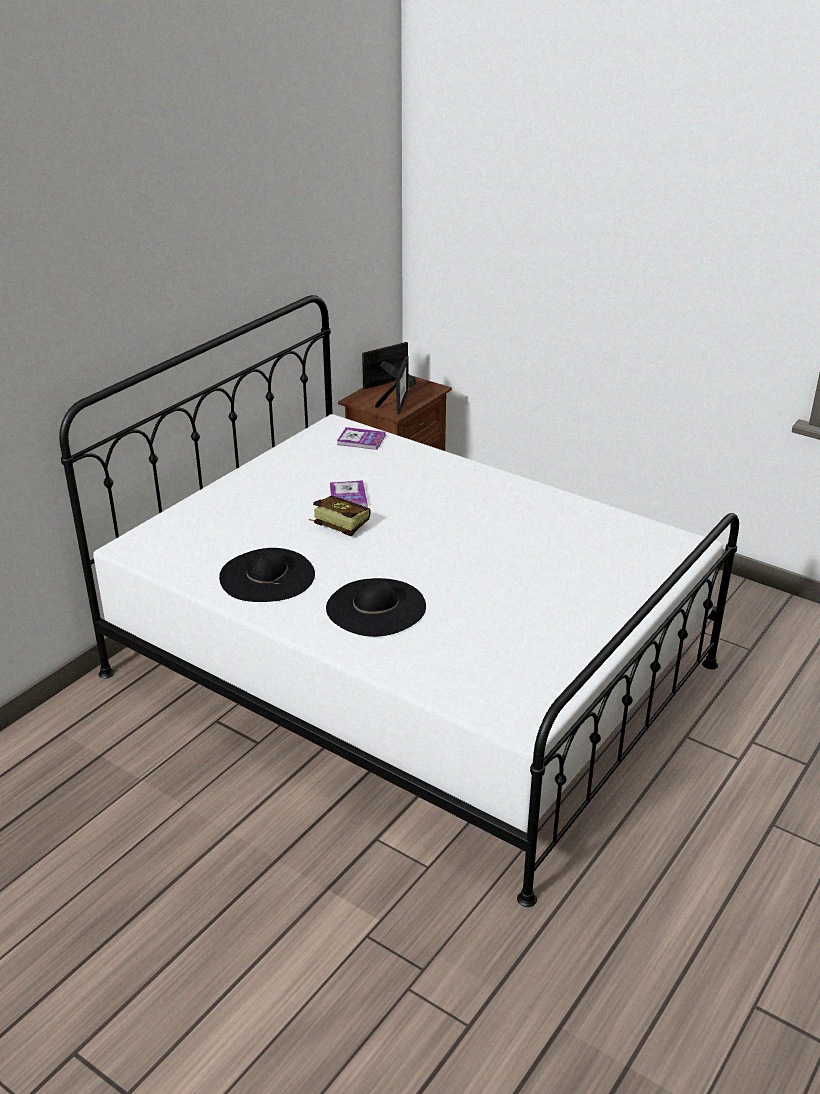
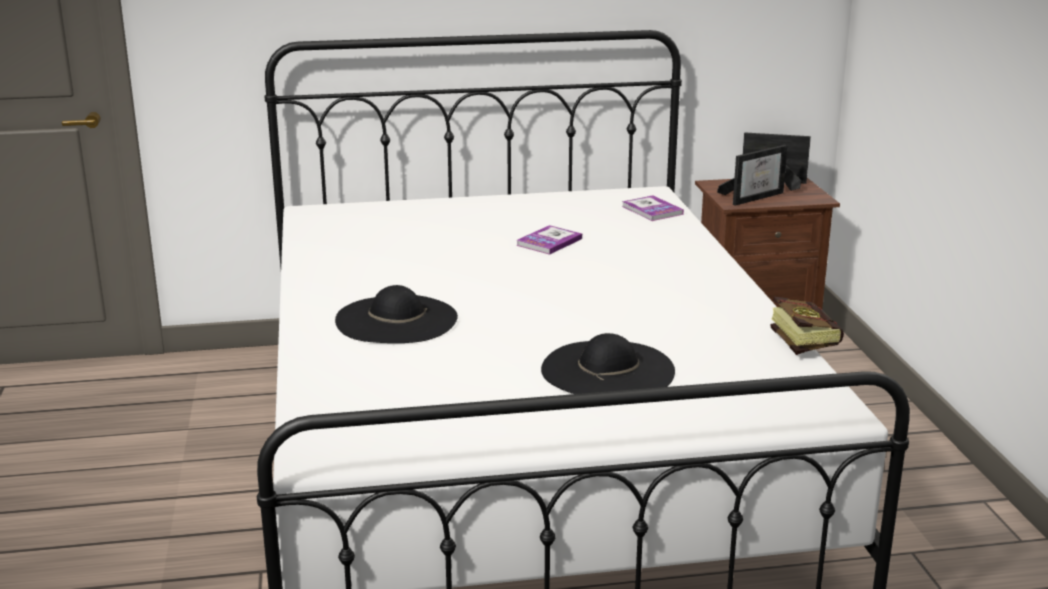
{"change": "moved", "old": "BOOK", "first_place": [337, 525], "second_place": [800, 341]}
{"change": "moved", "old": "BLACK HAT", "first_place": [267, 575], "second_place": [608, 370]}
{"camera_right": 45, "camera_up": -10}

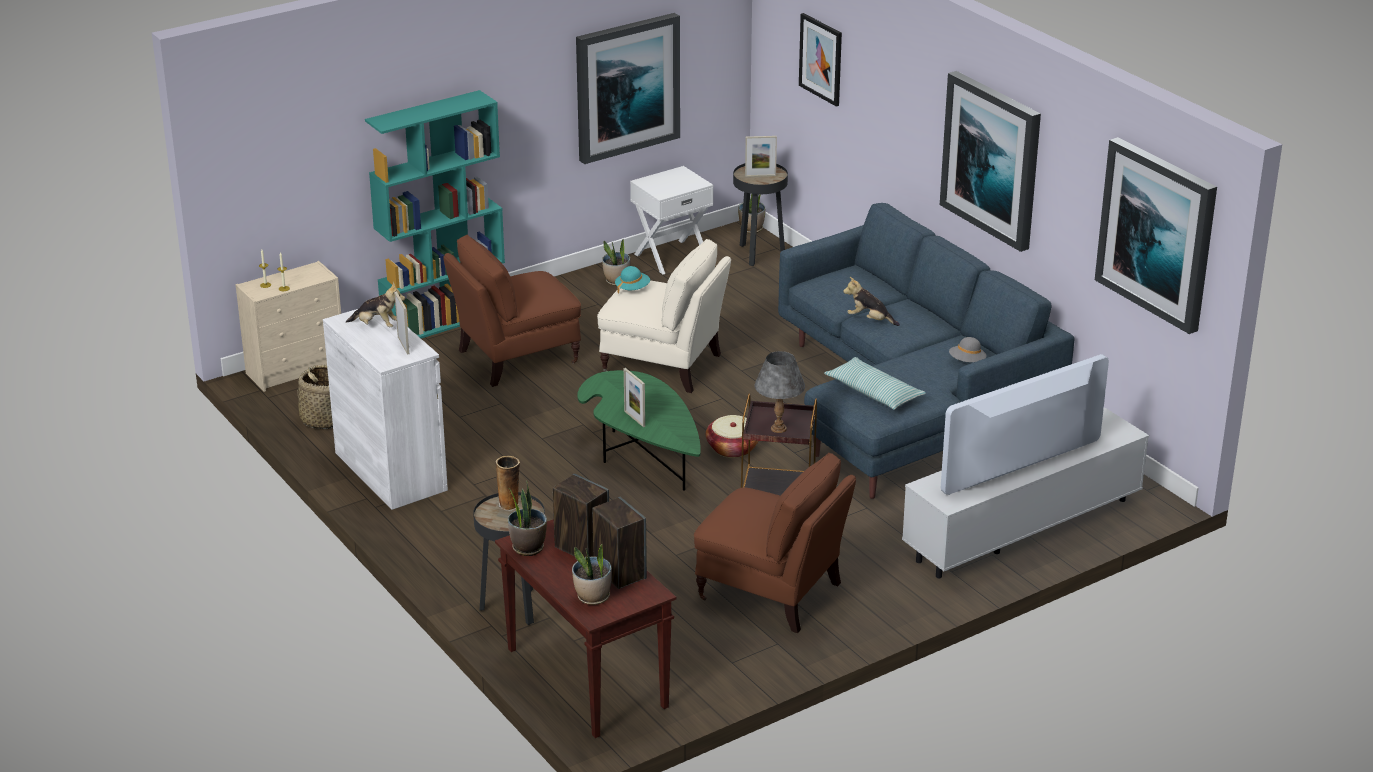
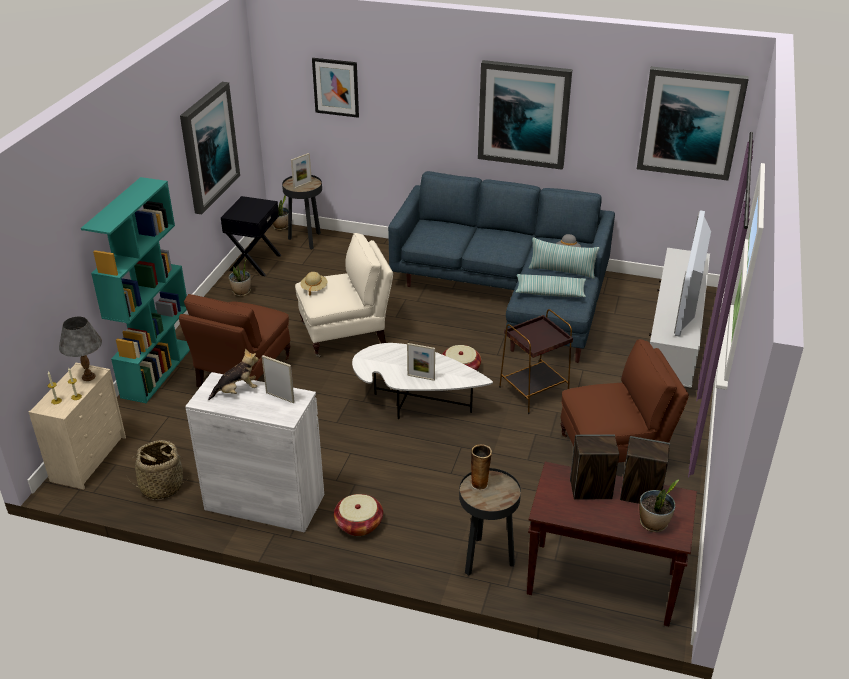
{"change": "recoloured", "old": "WHITE NIGHTSTAND", "new": "BLACK NIGHTSTAND", "first_place": [671, 256], "second_place": [255, 262]}
{"change": "recoloured", "old": "TURQUOISE HAT", "new": "BEIGE HAT", "first_place": [632, 288], "second_place": [314, 288]}
{"change": "removed", "old": "PLUSH TOY", "first_place": [869, 320]}
{"change": "moved", "old": "GREY TABLE LAMP", "first_place": [778, 428], "second_place": [88, 377]}
{"change": "recoloured", "old": "GREEN COFFEE TABLE", "new": "WHITE COFFEE TABLE", "first_place": [642, 454], "second_place": [414, 401]}
{"change": "removed", "old": "POTTED PLANT", "first_place": [528, 547]}
{"change": "added", "new": "PILLOW", "second_place": [562, 271]}
{"change": "added", "new": "BASKET", "second_place": [359, 524]}
{"camera_right": -40, "camera_up": 5}

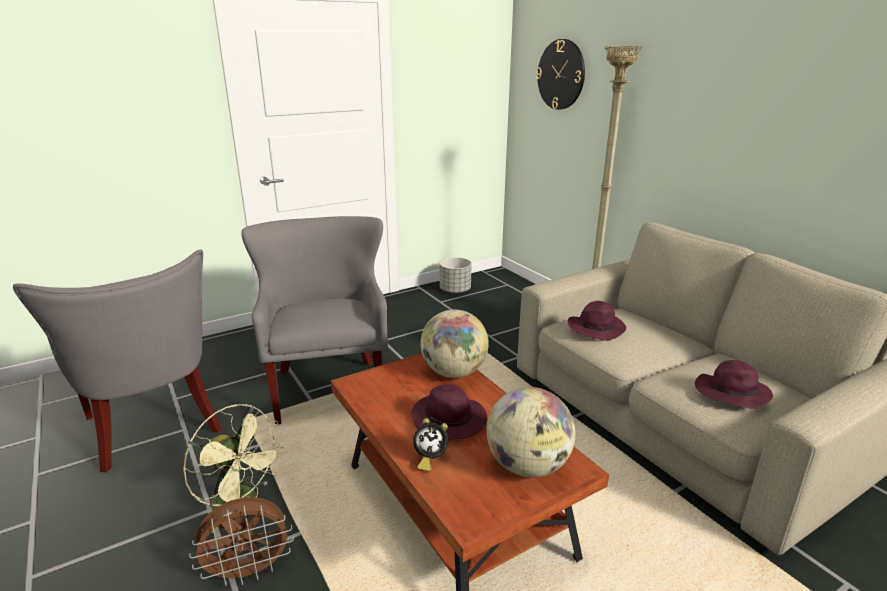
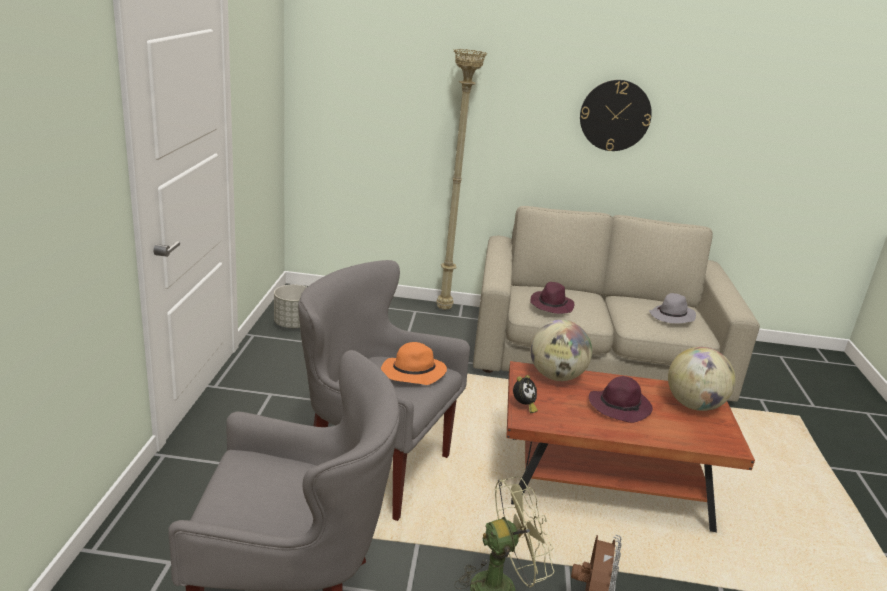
{"change": "moved", "old": "WALL CLOCK", "first_place": [561, 74], "second_place": [615, 115]}
{"change": "recoloured", "old": "PURPLE HAT", "new": "GREY HAT", "first_place": [730, 394], "second_place": [672, 317]}
{"change": "moved", "old": "ALARM CLOCK", "first_place": [429, 459], "second_place": [523, 406]}
{"change": "added", "new": "ORANGE HAT", "second_place": [412, 373]}
{"camera_right": -55, "camera_up": 0}

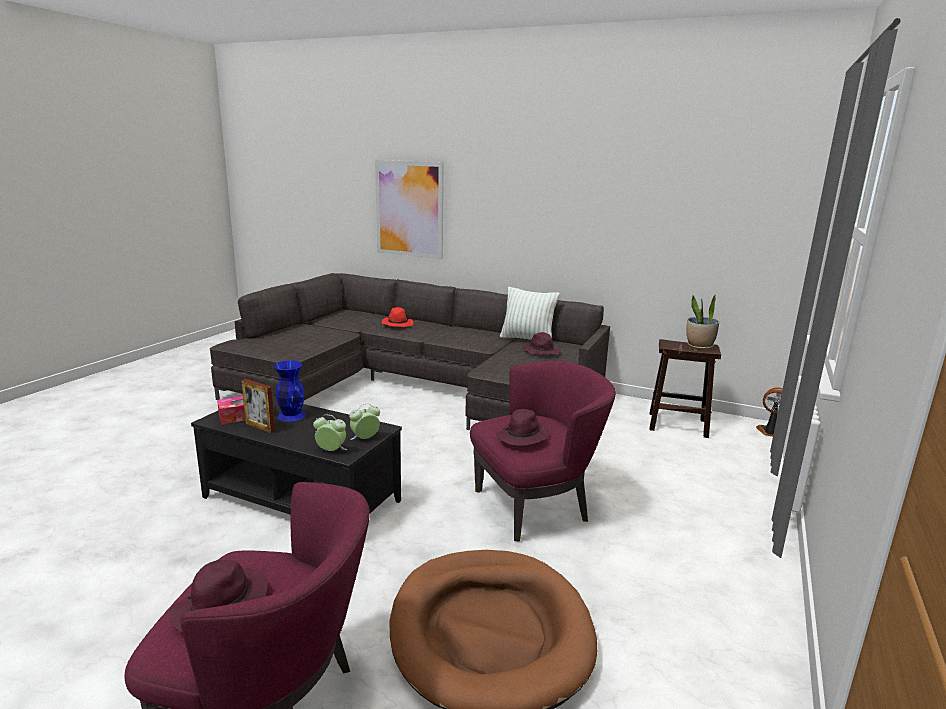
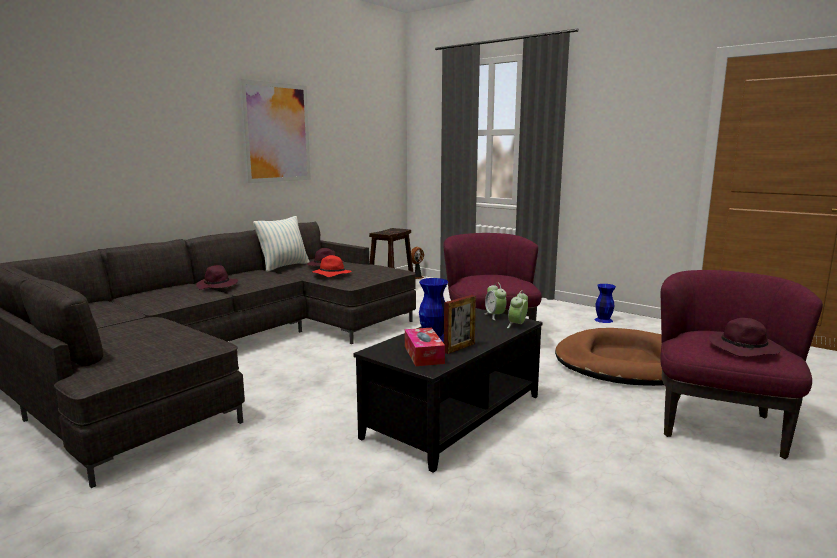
{"change": "moved", "old": "PICTURE", "first_place": [409, 209], "second_place": [276, 133]}
{"change": "removed", "old": "POTTED PLANT", "first_place": [699, 346]}
{"change": "moved", "old": "RED HAT", "first_place": [397, 324], "second_place": [331, 274]}
{"change": "moved", "old": "PURPLE HAT", "first_place": [523, 437], "second_place": [217, 286]}
{"change": "added", "new": "BLUE VASE", "second_place": [603, 320]}
{"camera_right": -75, "camera_up": -5}

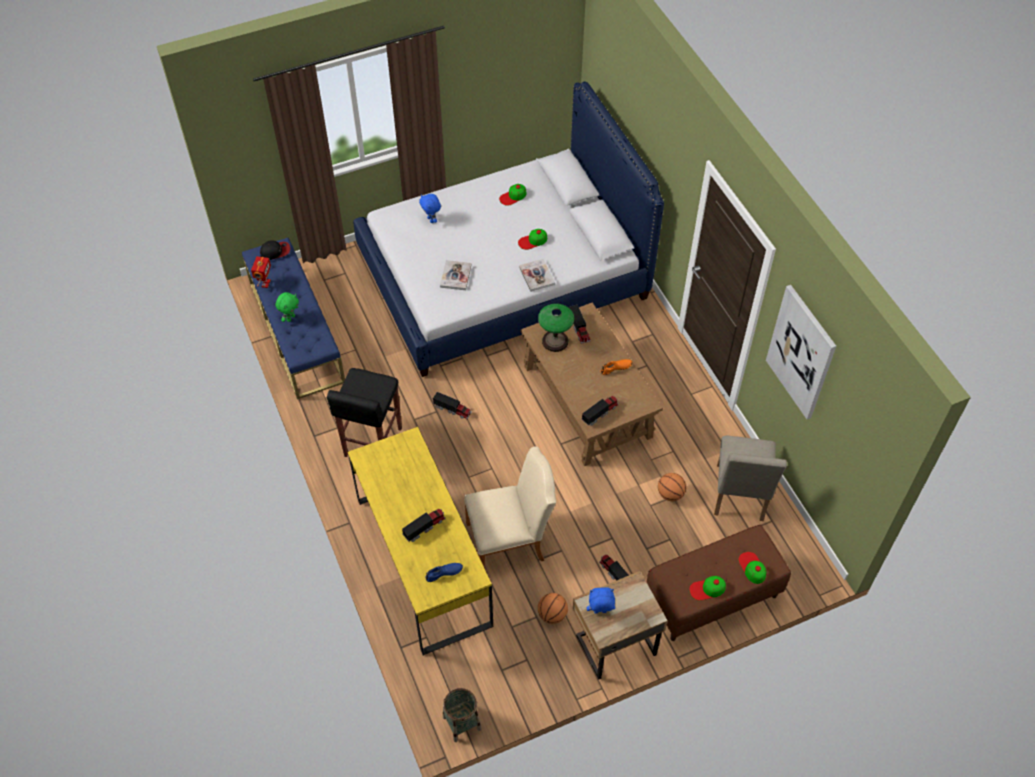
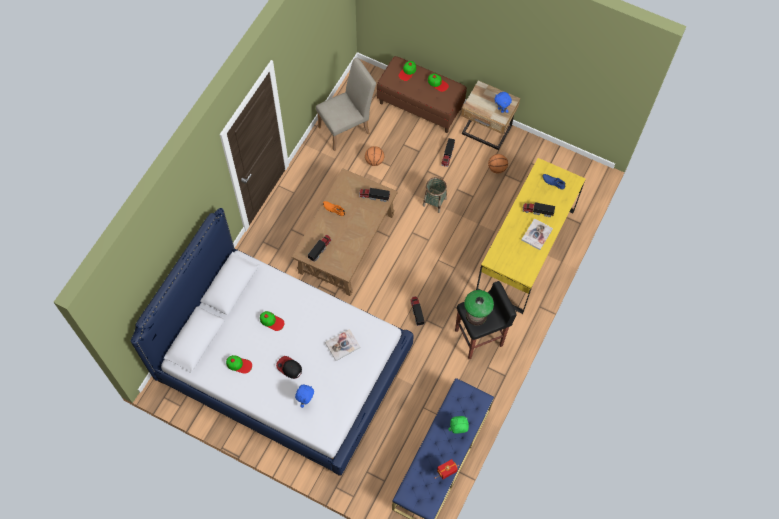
{"change": "moved", "old": "CAP", "first_place": [275, 251], "second_place": [289, 368]}
{"change": "moved", "old": "BOOK", "first_place": [537, 276], "second_place": [537, 234]}
{"change": "removed", "old": "PICTURE", "first_place": [801, 352]}
{"change": "moved", "old": "TABLE LAMP", "first_place": [555, 341], "second_place": [476, 315]}
{"change": "removed", "old": "BEIGE CHAIR", "first_place": [511, 540]}
{"change": "moved", "old": "BASKET", "first_place": [462, 723], "second_place": [434, 202]}
{"camera_right": -130, "camera_up": 10}

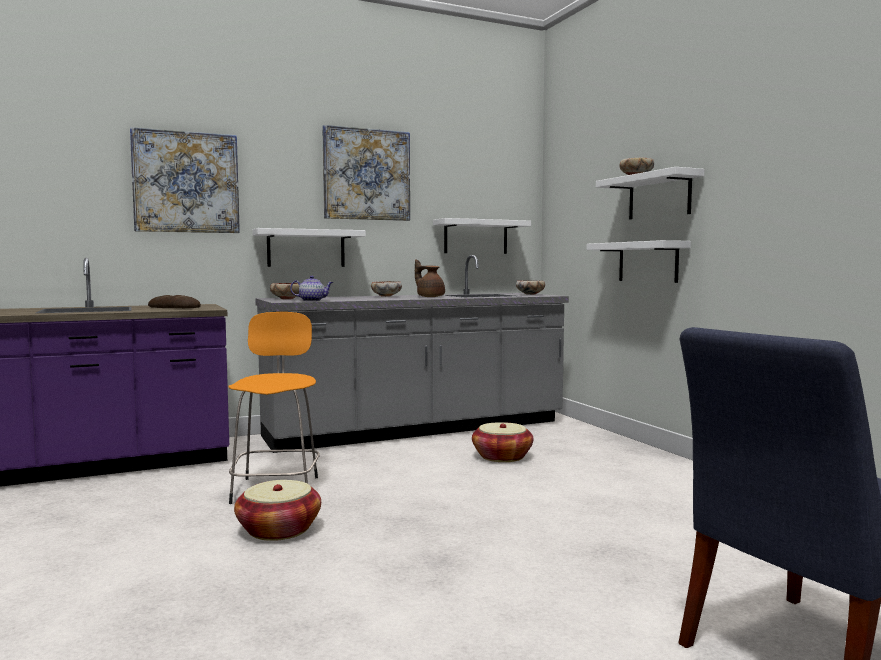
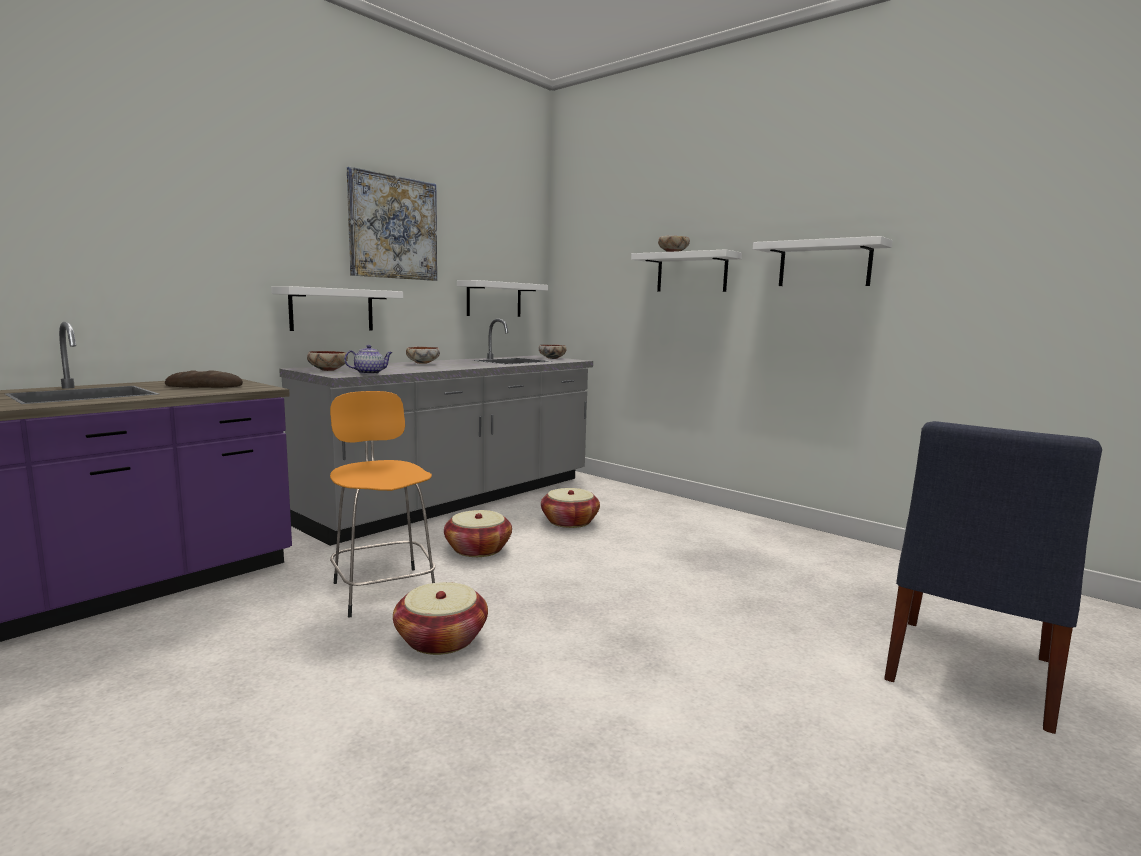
{"change": "removed", "old": "PICTURE", "first_place": [186, 182]}
{"change": "moved", "old": "WHITE SHELF", "first_place": [648, 262], "second_place": [824, 264]}
{"change": "removed", "old": "BROWN TEAPOT", "first_place": [430, 297]}
{"change": "added", "new": "BASKET", "second_place": [478, 549]}
{"camera_right": -25, "camera_up": 5}

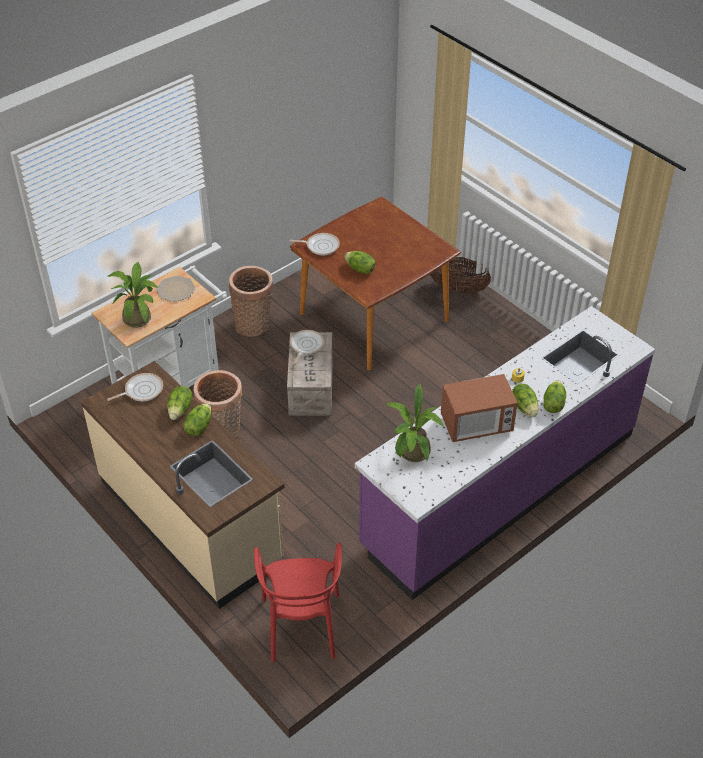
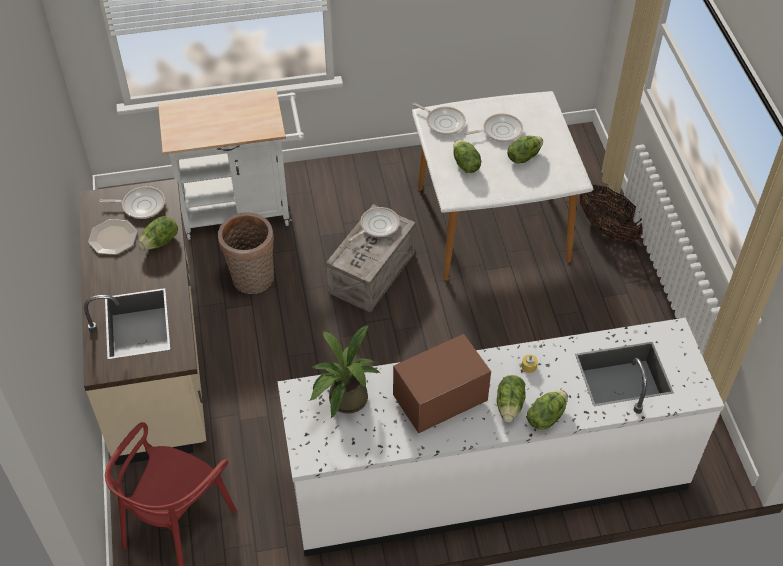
{"change": "recoloured", "old": "BROWN DINING TABLE", "new": "WHITE DINING TABLE", "first_place": [373, 318], "second_place": [491, 224]}
{"change": "removed", "old": "POTTED PLANT", "first_place": [139, 317]}
{"change": "removed", "old": "BASKET", "first_place": [254, 324]}
{"change": "moved", "old": "PLATE", "first_place": [176, 290], "second_place": [113, 238]}
{"change": "recoloured", "old": "PURPLE COUNTER", "new": "WHITE COUNTER", "first_place": [499, 488], "second_place": [487, 479]}
{"change": "turned", "old": "MICROWAVE", "first_place": [476, 425], "second_place": [439, 400], "degrees": 135}
{"change": "moved", "old": "LETTUCE", "first_place": [198, 427], "second_place": [523, 156]}
{"change": "added", "new": "FRYING PAN", "second_place": [499, 131]}
{"camera_right": 30, "camera_up": 5}

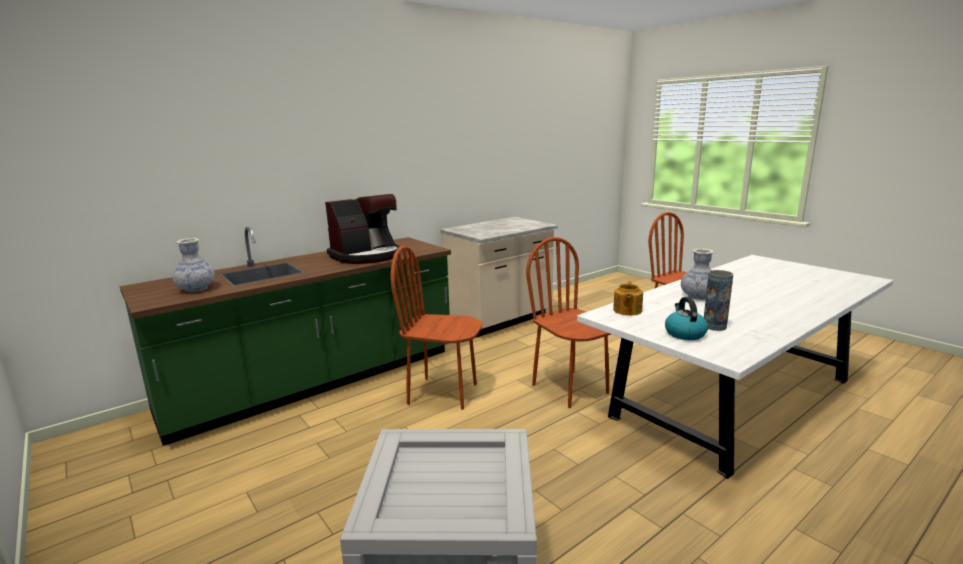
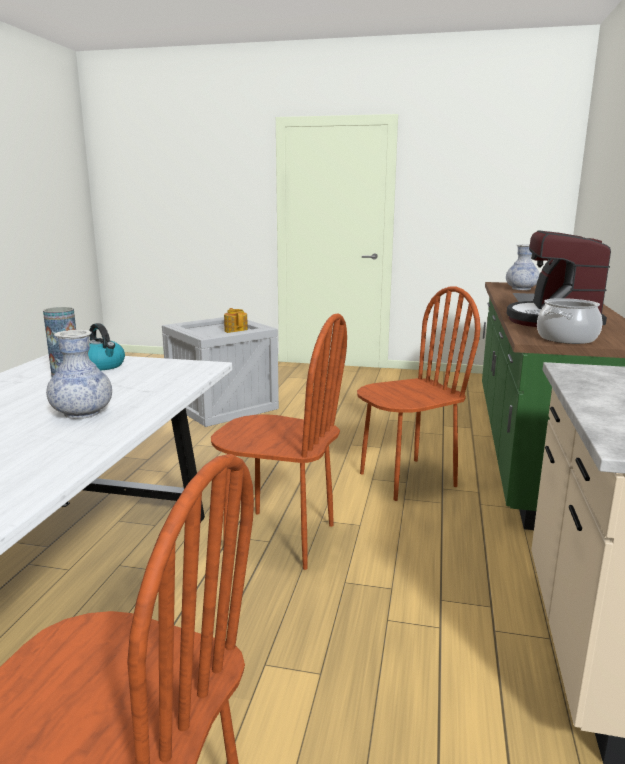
{"change": "moved", "old": "TEAPOT", "first_place": [627, 310], "second_place": [236, 331]}
{"change": "added", "new": "COOKING POT", "second_place": [567, 339]}
{"camera_right": 140, "camera_up": 0}

